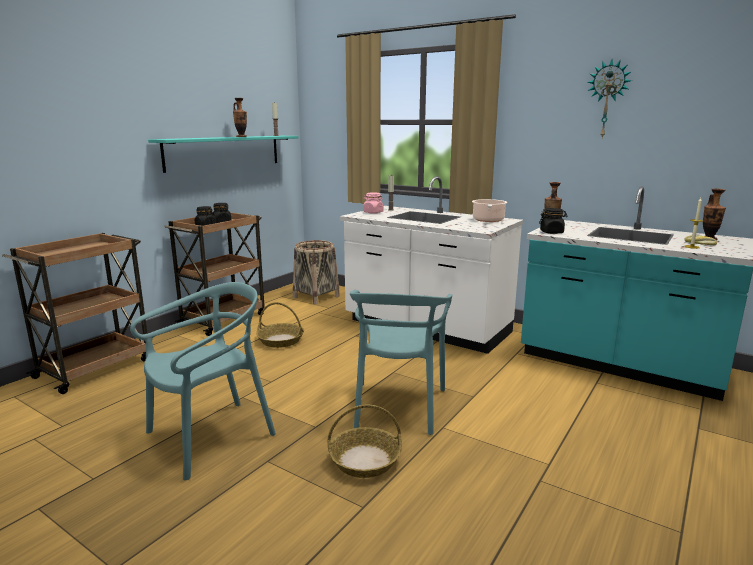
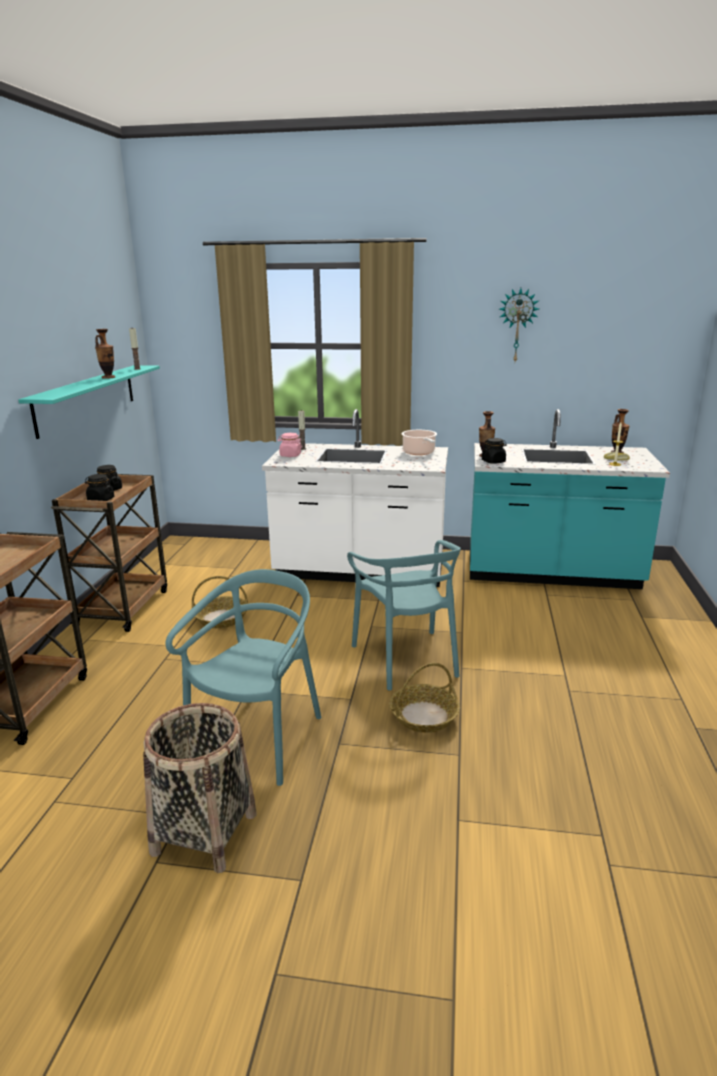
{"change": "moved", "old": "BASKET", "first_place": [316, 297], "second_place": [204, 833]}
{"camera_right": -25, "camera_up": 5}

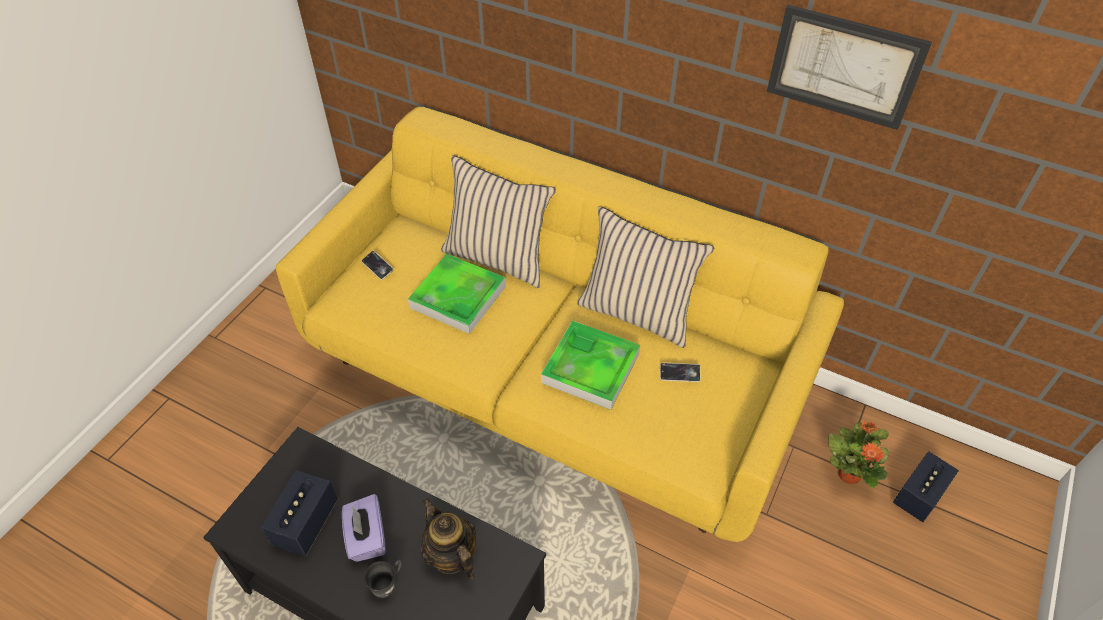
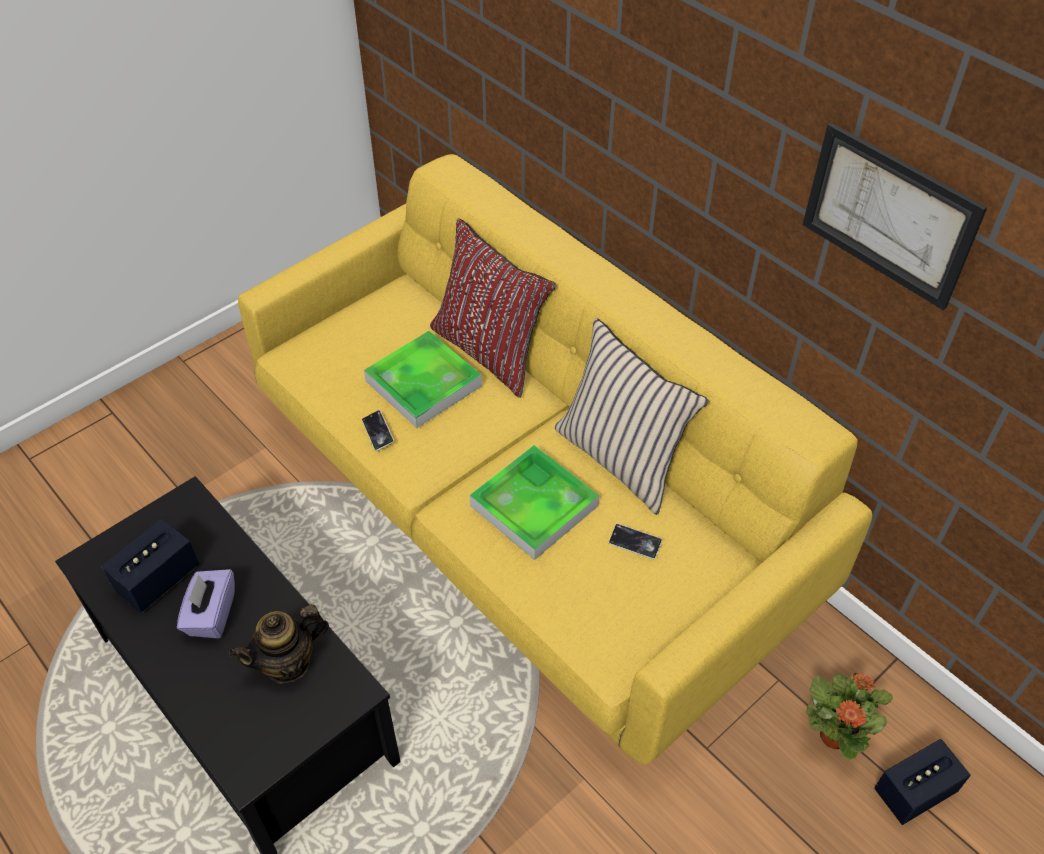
{"change": "recoloured", "old": "BEIGE PILLOW", "new": "RED PILLOW", "first_place": [498, 257], "second_place": [490, 351]}
{"change": "moved", "old": "PHONE", "first_place": [377, 267], "second_place": [378, 432]}
{"change": "turned", "old": "TEAPOT", "first_place": [451, 556], "second_place": [288, 663], "degrees": -105}
{"change": "removed", "old": "GREY MUG", "first_place": [388, 584]}
{"camera_right": 20, "camera_up": 0}

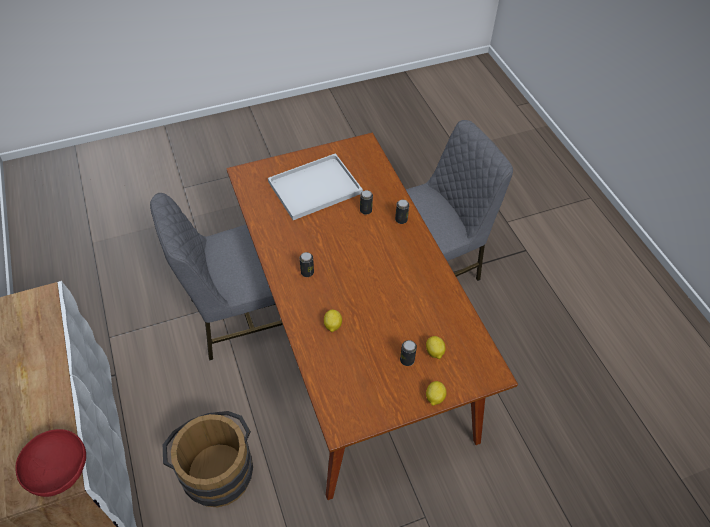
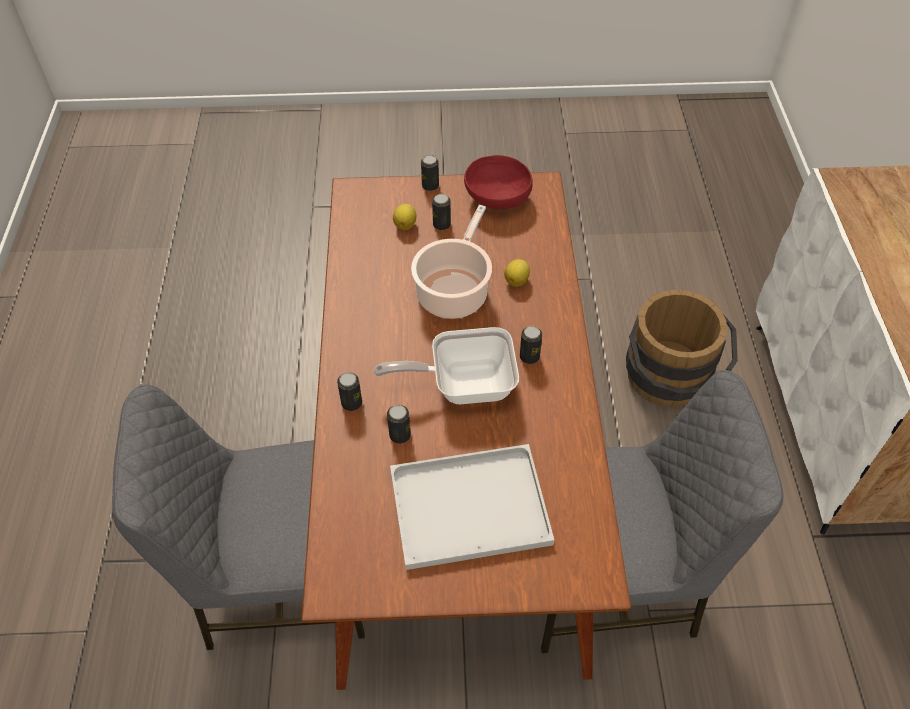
{"change": "replaced", "old": "LEMON", "new": "CAN", "first_place": [434, 398], "second_place": [430, 186]}
{"change": "moved", "old": "RED BOWL", "first_place": [60, 470], "second_place": [496, 198]}
{"change": "added", "new": "COOKING POT", "second_place": [454, 291]}
{"change": "added", "new": "FRYING PAN", "second_place": [463, 385]}
{"camera_right": -160, "camera_up": 0}

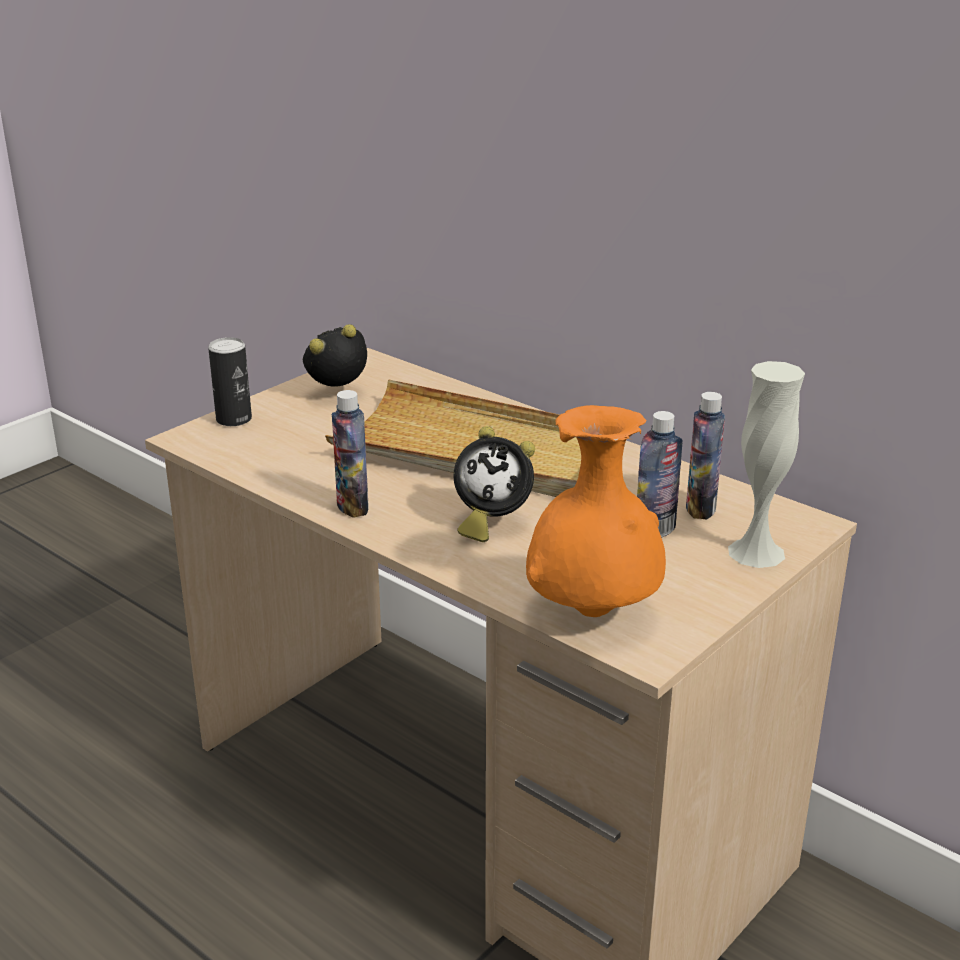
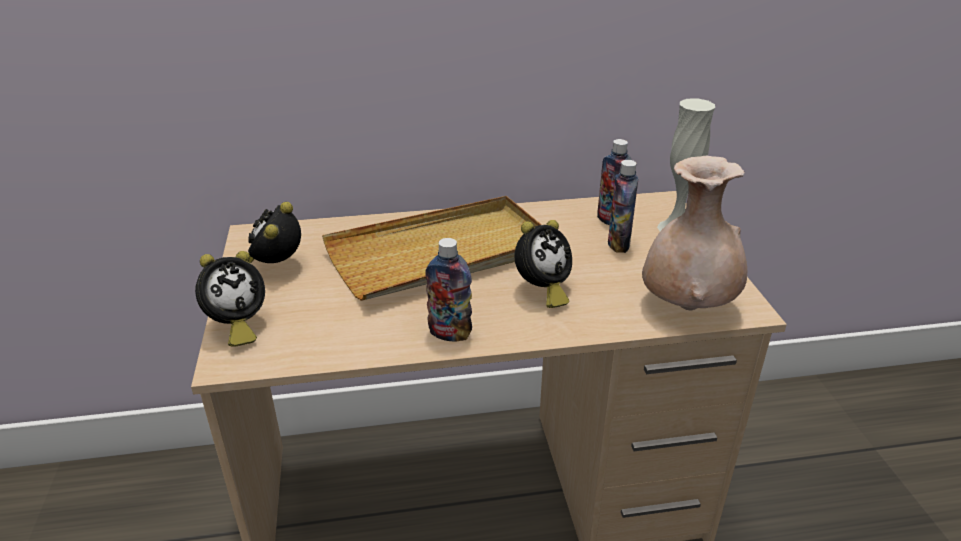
{"change": "replaced", "old": "CAN", "new": "ALARM CLOCK", "first_place": [234, 419], "second_place": [236, 327]}
{"change": "recoloured", "old": "ORANGE VASE", "new": "BEIGE VASE", "first_place": [593, 612], "second_place": [687, 306]}
{"camera_right": -50, "camera_up": 5}

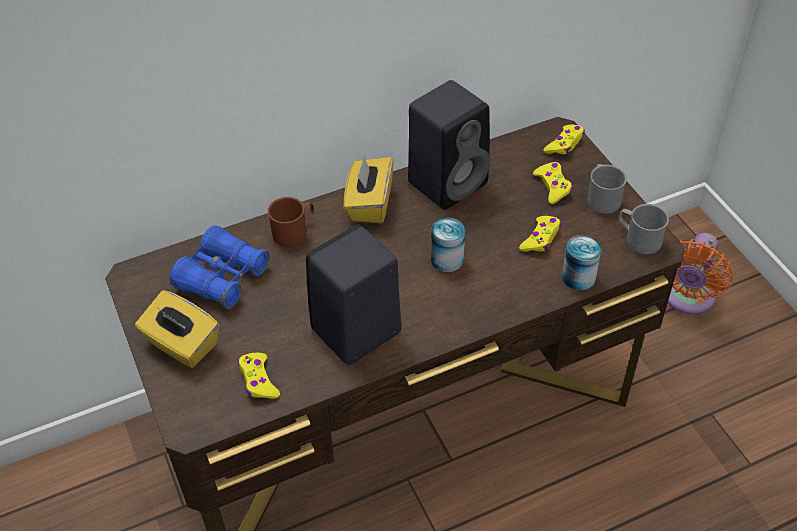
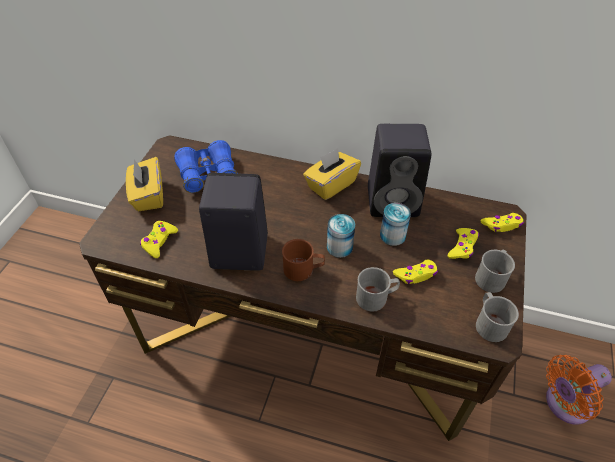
{"change": "moved", "old": "BROWN MUG", "first_place": [294, 231], "second_place": [303, 269]}
{"change": "moved", "old": "CAN", "first_place": [578, 277], "second_place": [392, 235]}
{"change": "added", "new": "GREY MUG", "second_place": [376, 297]}
{"camera_right": 40, "camera_up": 0}

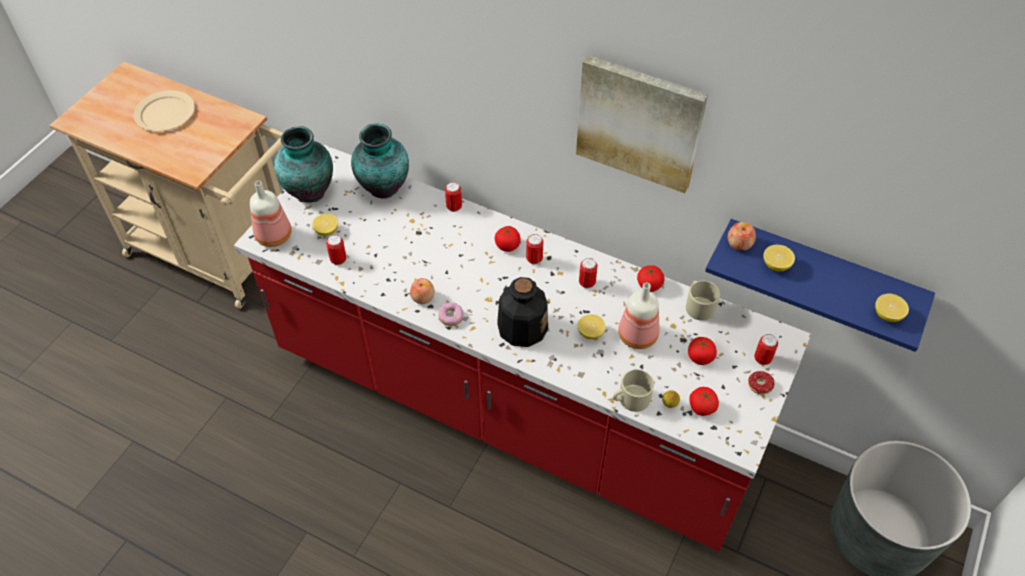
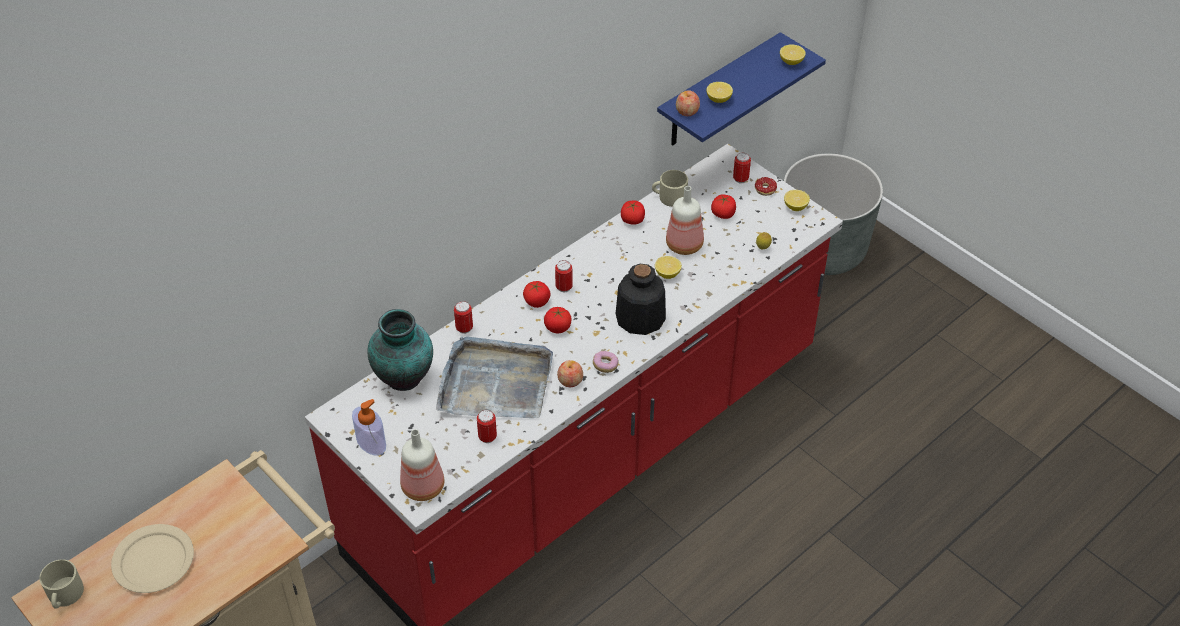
{"change": "removed", "old": "PICTURE", "first_place": [639, 122]}
{"change": "replaced", "old": "VASE", "new": "SOAP DISPENSER", "first_place": [309, 190], "second_place": [371, 443]}
{"change": "moved", "old": "LEMON", "first_place": [327, 231], "second_place": [795, 207]}
{"change": "removed", "old": "CAN", "first_place": [587, 283]}
{"change": "moved", "old": "BEIGE MUG", "first_place": [630, 399], "second_place": [64, 595]}
{"change": "moved", "old": "TOMATO", "first_place": [701, 407], "second_place": [557, 327]}
{"change": "added", "new": "GREY TRAY", "second_place": [495, 383]}
{"camera_right": -70, "camera_up": -5}

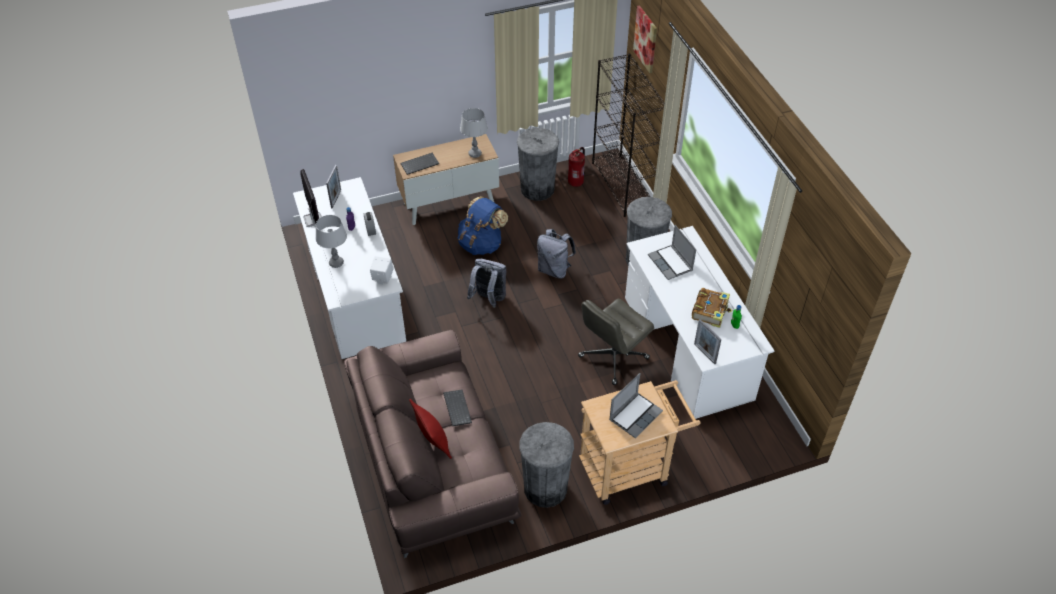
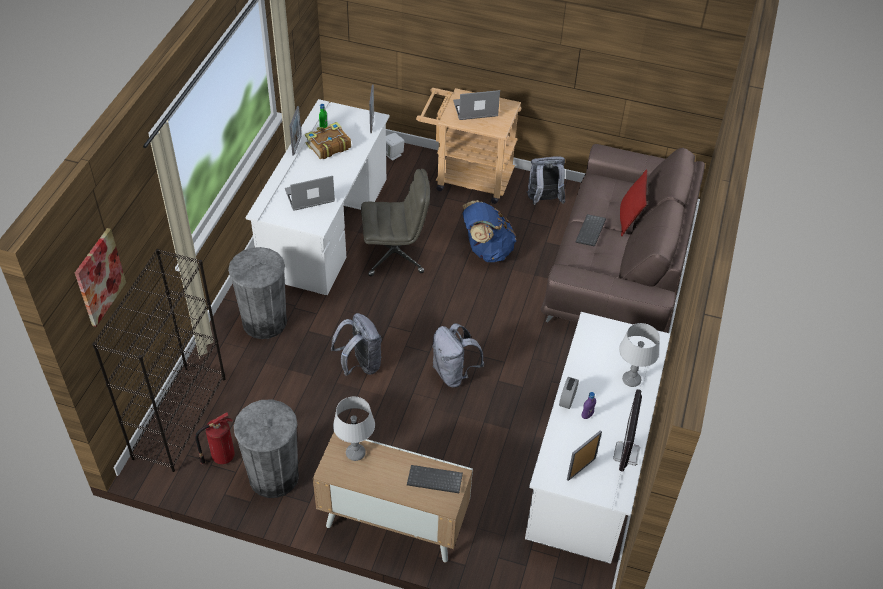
{"change": "moved", "old": "BLUE BACKPACK", "first_place": [481, 244], "second_place": [486, 250]}
{"change": "turned", "old": "LAPTOP", "first_place": [671, 263], "second_place": [309, 197], "degrees": -120}
{"change": "moved", "old": "WHITE SPEAKER", "first_place": [382, 278], "second_place": [393, 154]}
{"change": "replaced", "old": "GREY TRASH CAN", "new": "GREY BACKPACK", "first_place": [545, 488], "second_place": [543, 200]}
{"change": "added", "new": "PICTURE FRAME", "second_place": [297, 145]}
{"camera_right": -145, "camera_up": 0}

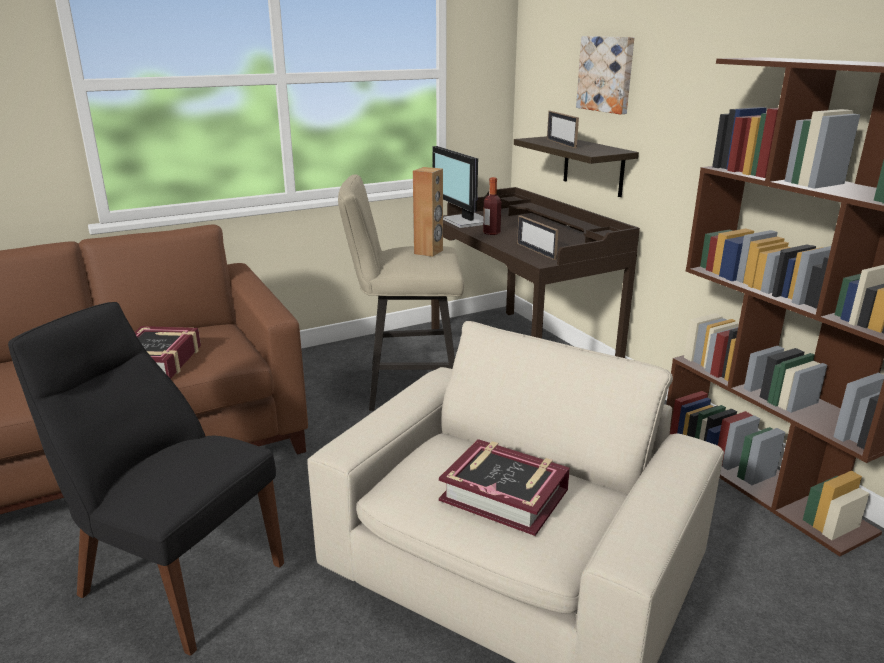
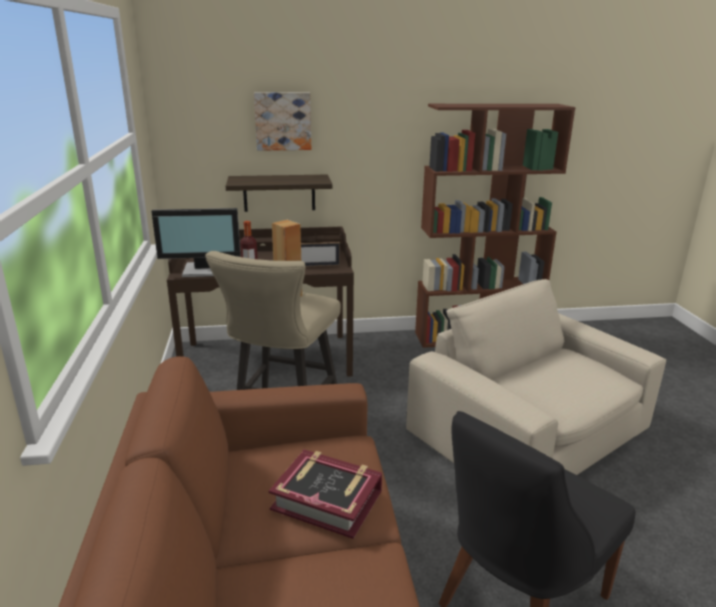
{"change": "removed", "old": "PICTURE FRAME", "first_place": [561, 143]}
{"change": "removed", "old": "BOOK", "first_place": [504, 495]}
{"camera_right": -70, "camera_up": 0}

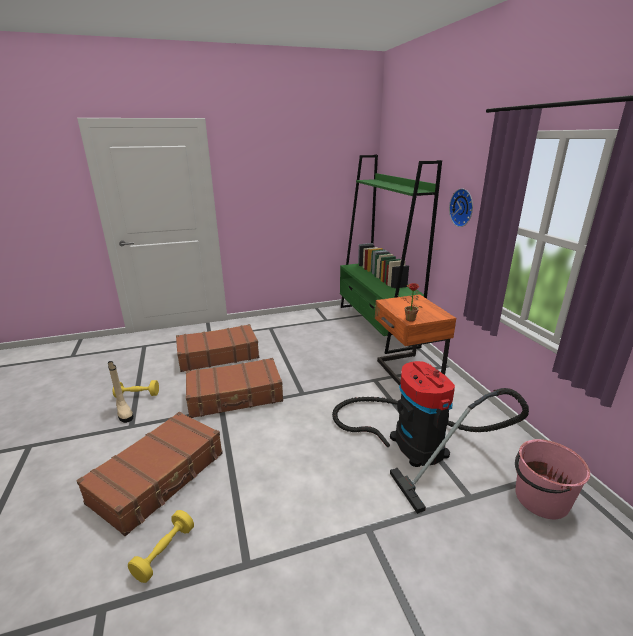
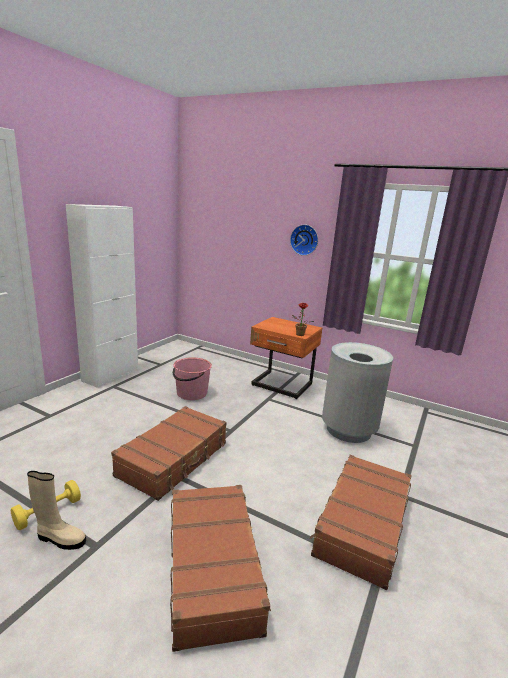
{"change": "removed", "old": "GREEN BOOKCASE", "first_place": [376, 325]}
{"change": "moved", "old": "BROWN SUITCASE", "first_place": [218, 355], "second_place": [361, 525]}
{"change": "replaced", "old": "VACUUM CLEANER", "new": "GREY TRASH CAN", "first_place": [413, 442], "second_place": [348, 430]}
{"change": "moved", "old": "PINK BUCKET", "first_place": [540, 499], "second_place": [191, 393]}
{"change": "removed", "old": "YELLOW DUMBBELL", "first_place": [164, 552]}
{"change": "added", "new": "WHITE CABINET", "second_place": [110, 375]}
{"camera_right": -45, "camera_up": -5}

